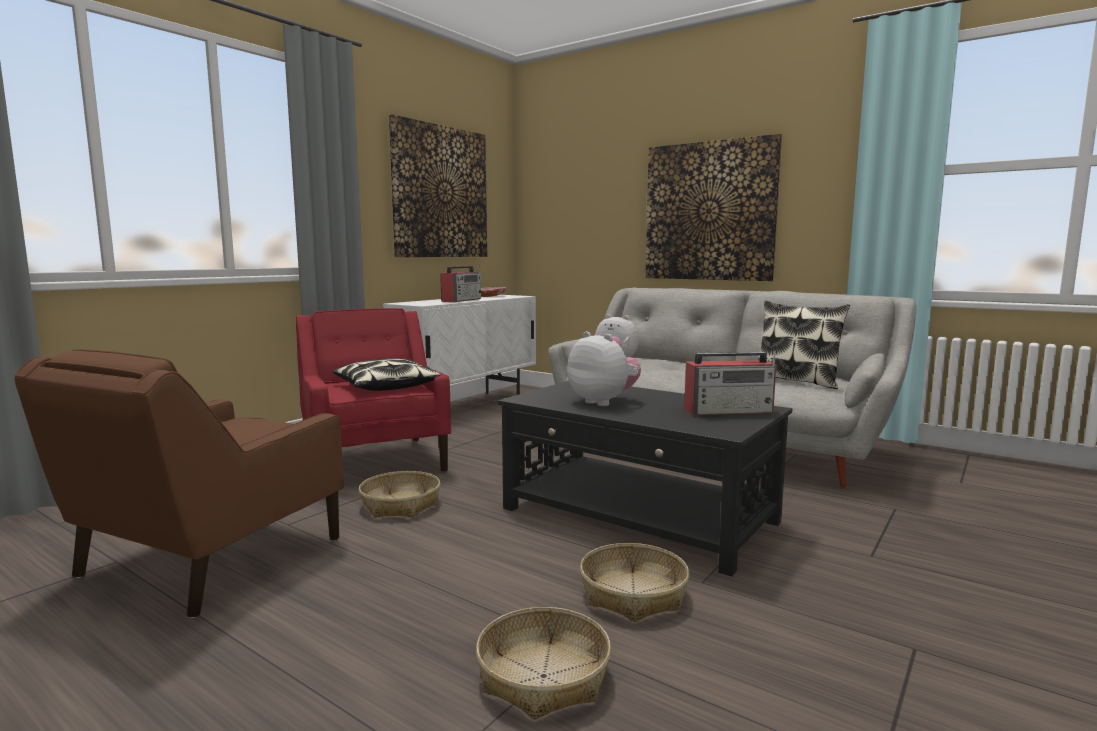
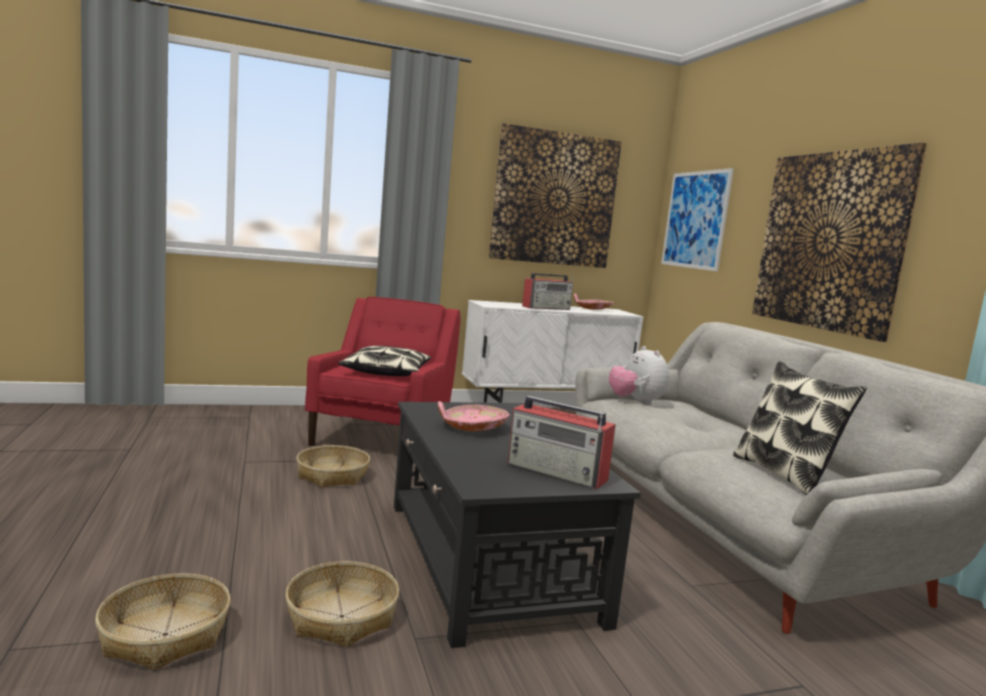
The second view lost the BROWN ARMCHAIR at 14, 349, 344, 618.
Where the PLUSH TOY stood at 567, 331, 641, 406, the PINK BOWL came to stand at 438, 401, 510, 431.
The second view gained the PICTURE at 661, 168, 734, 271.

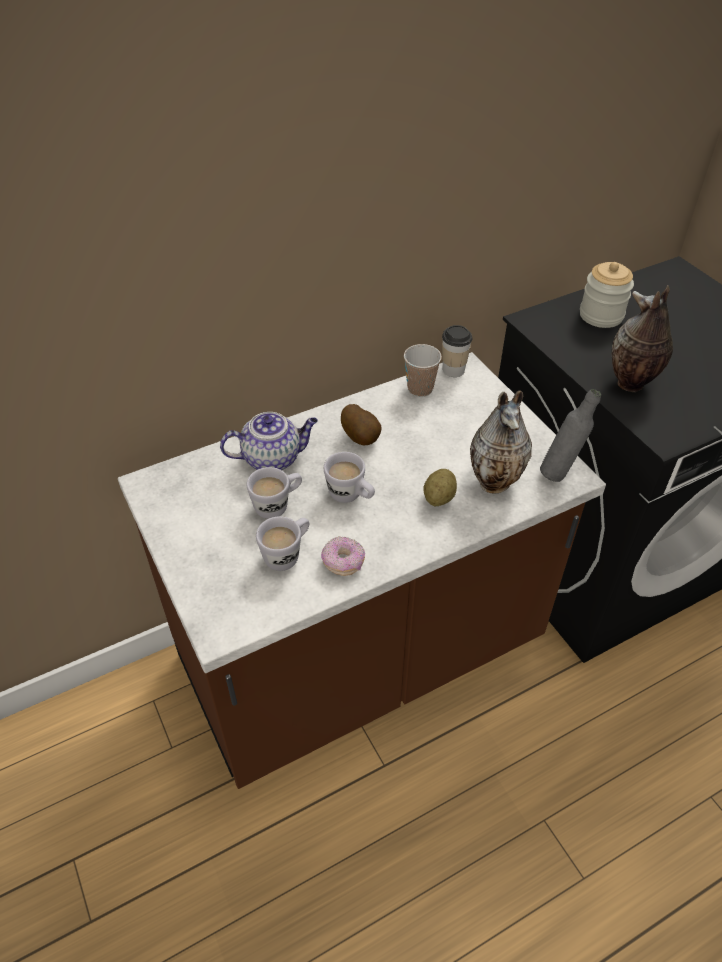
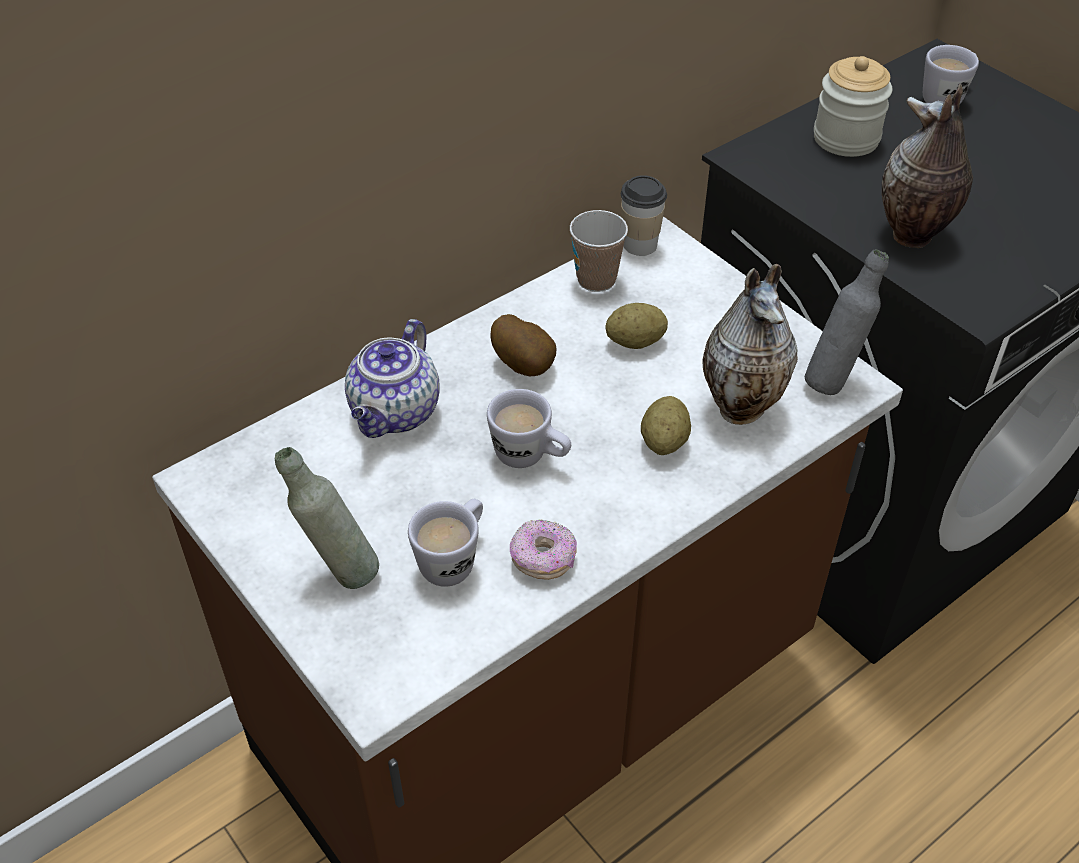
The TEAPOT at 220, 412, 318, 470 ended up facing another way, 135 degrees clockwise from before.
The WHITE MUG ended up elsewhere, having gone from 247, 467, 302, 519 to 923, 45, 979, 104.
The second view gained the GREY BOTTLE at 275, 447, 379, 589.
The second view gained the POTATO at 605, 303, 668, 349.

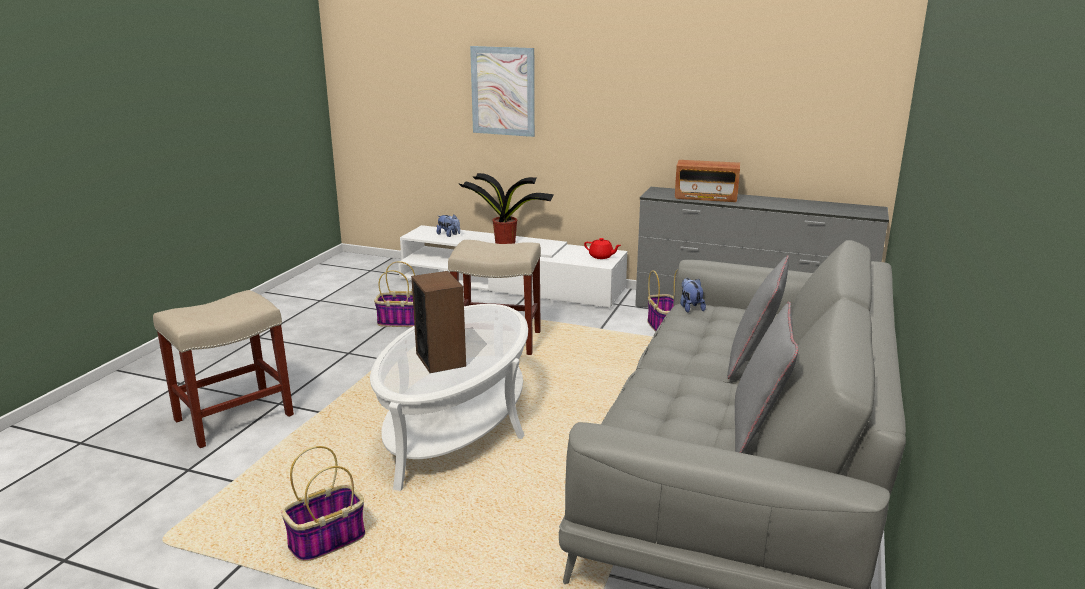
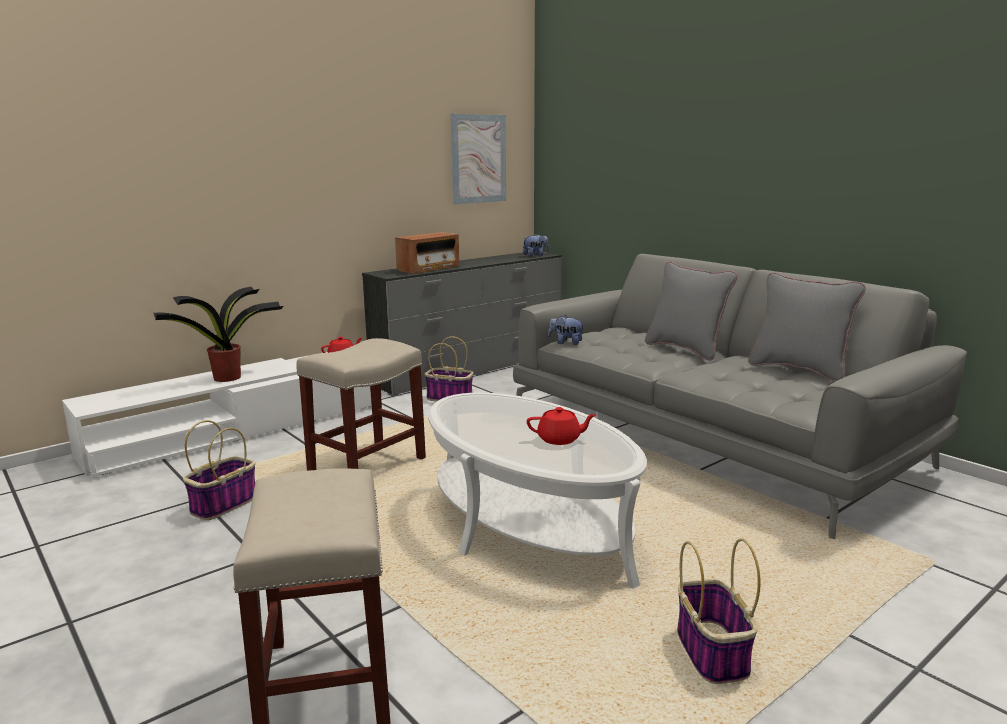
Where the SPEAKER stood at 411, 271, 466, 373, the RED TEAPOT came to stand at 526, 407, 596, 445.
The PLUSH TOY ended up elsewhere, having gone from 437, 214, 460, 237 to 523, 234, 549, 256.
The PICTURE ended up elsewhere, having gone from 470, 46, 535, 137 to 451, 114, 506, 204.

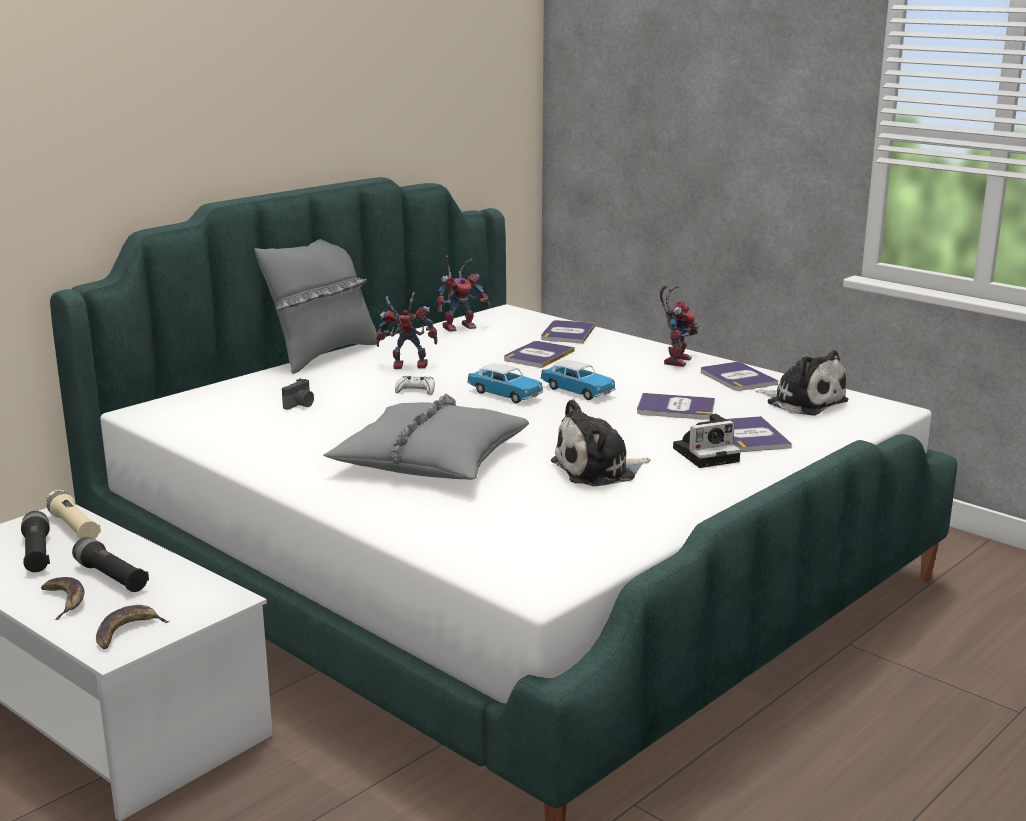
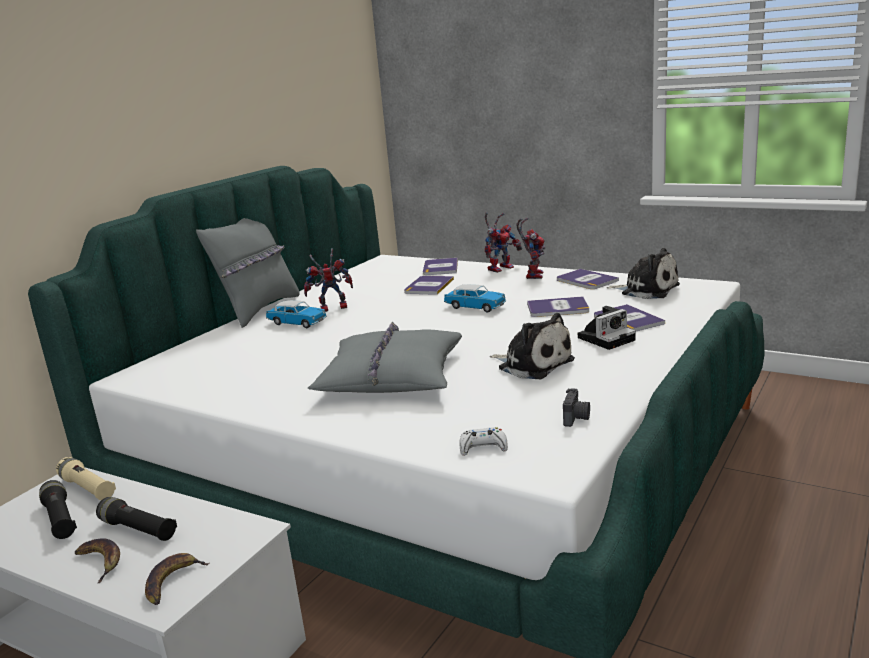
The PHOTO CAMERA ended up elsewhere, having gone from 282, 378, 314, 410 to 563, 388, 590, 427.
The WHITE GAME CONTROLLER ended up elsewhere, having gone from 395, 376, 435, 395 to 459, 427, 508, 456.
The TOY ROBOT ended up elsewhere, having gone from 436, 255, 490, 332 to 485, 212, 522, 273.
The TOY CAR ended up elsewhere, having gone from 467, 364, 544, 403 to 266, 300, 327, 328.
The PLUSH TOY at 551, 399, 651, 486 ended up facing another way, 105 degrees counterclockwise from before.

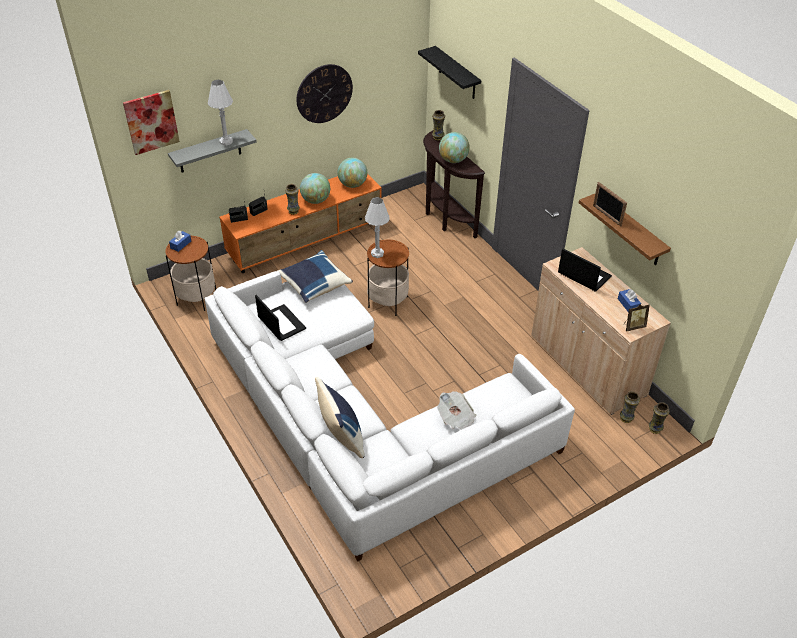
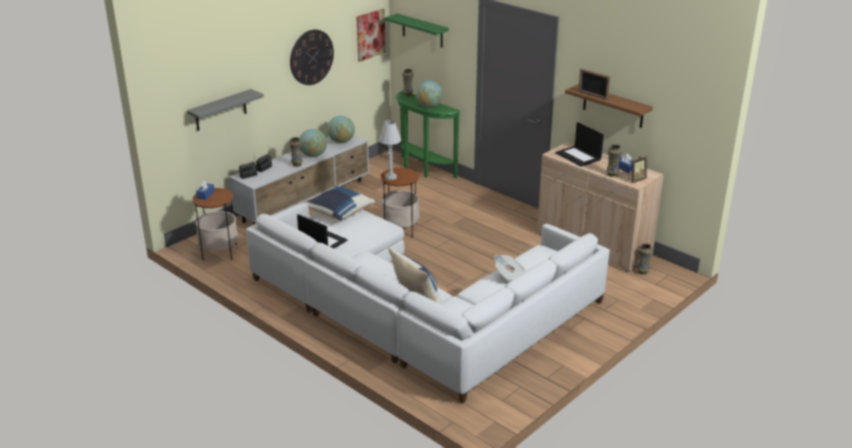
The PICTURE ended up elsewhere, having gone from 123, 90, 180, 155 to 357, 9, 386, 61.
The second view lost the WHITE TABLE LAMP at 208, 80, 233, 146.
What was the ORANGE TV STAND at 219, 173, 382, 273 turned into the WHITE TV STAND at 229, 135, 369, 225.
What was the BLACK SHELF at 418, 46, 481, 99 turned into the GREEN SHELF at 385, 13, 449, 48.
What was the BROWN CONSOLE TABLE at 423, 131, 485, 238 turned into the GREEN CONSOLE TABLE at 396, 90, 460, 178.
The LAPTOP at 558, 249, 612, 292 ended up facing another way, 150 degrees counterclockwise from before.
The VASE ended up elsewhere, having gone from 649, 402, 669, 434 to 606, 144, 622, 177.

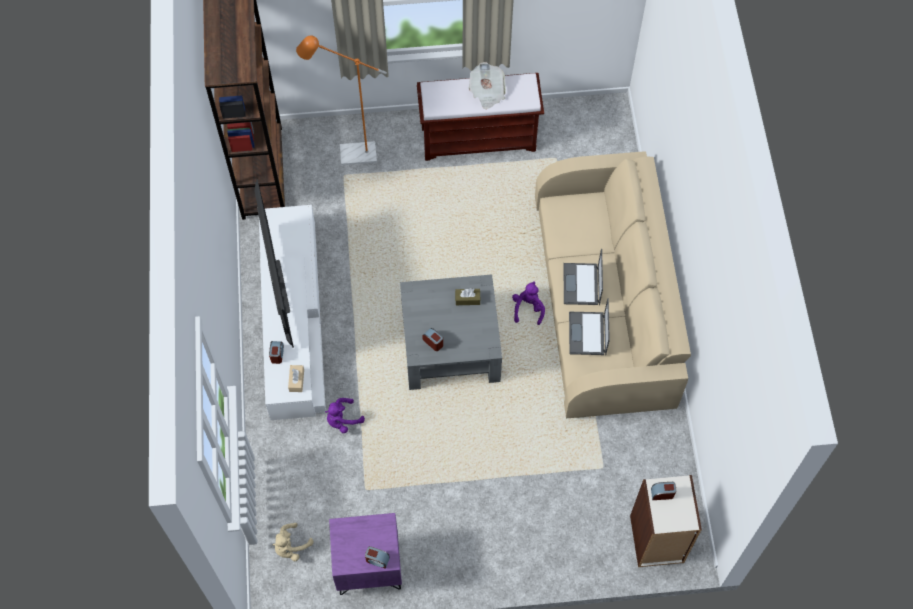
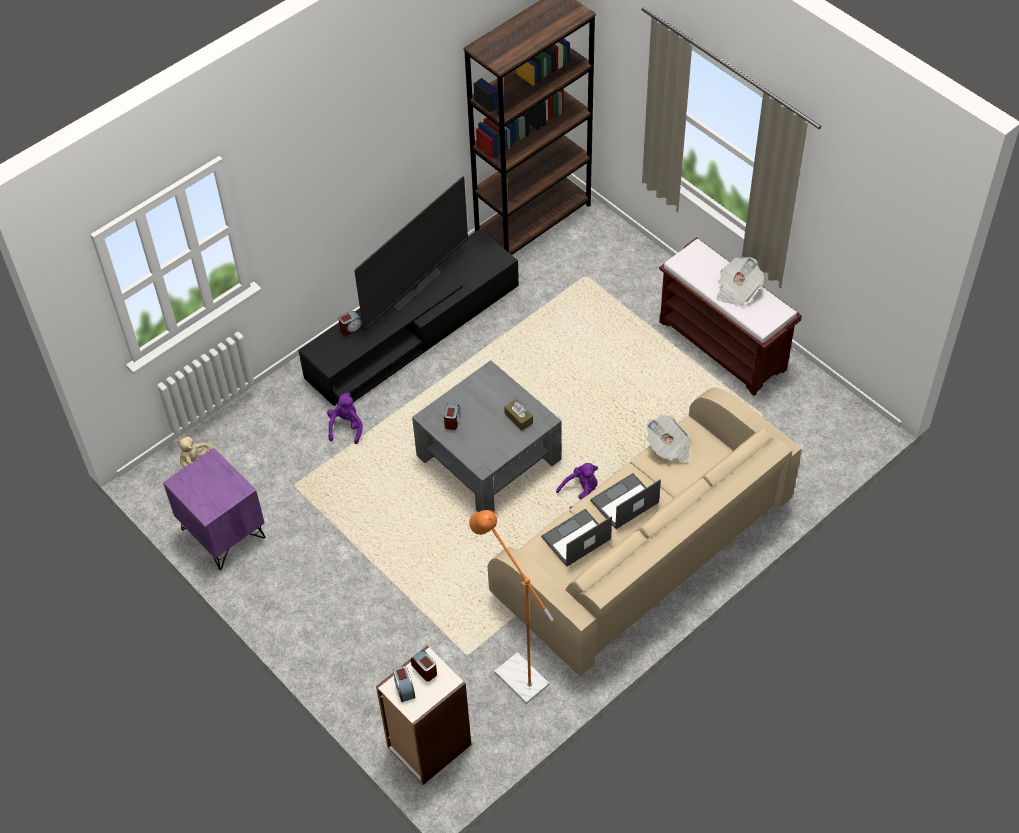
What was the WHITE TV STAND at 259, 205, 326, 420 turned into the BLACK TV STAND at 298, 229, 519, 406.
The second view lost the BEIGE TISSUE BOX at 288, 365, 304, 392.
The ORANGE FLOOR LAMP ended up elsewhere, having gone from 296, 36, 387, 165 to 469, 510, 554, 704.
The PURPLE PLUSH TOY at 325, 398, 365, 433 ended up facing another way, 75 degrees clockwise from before.
The ALARM CLOCK ended up elsewhere, having gone from 365, 546, 390, 569 to 393, 666, 415, 702.
The second view gained the NEWSPAPER at 647, 415, 691, 463.

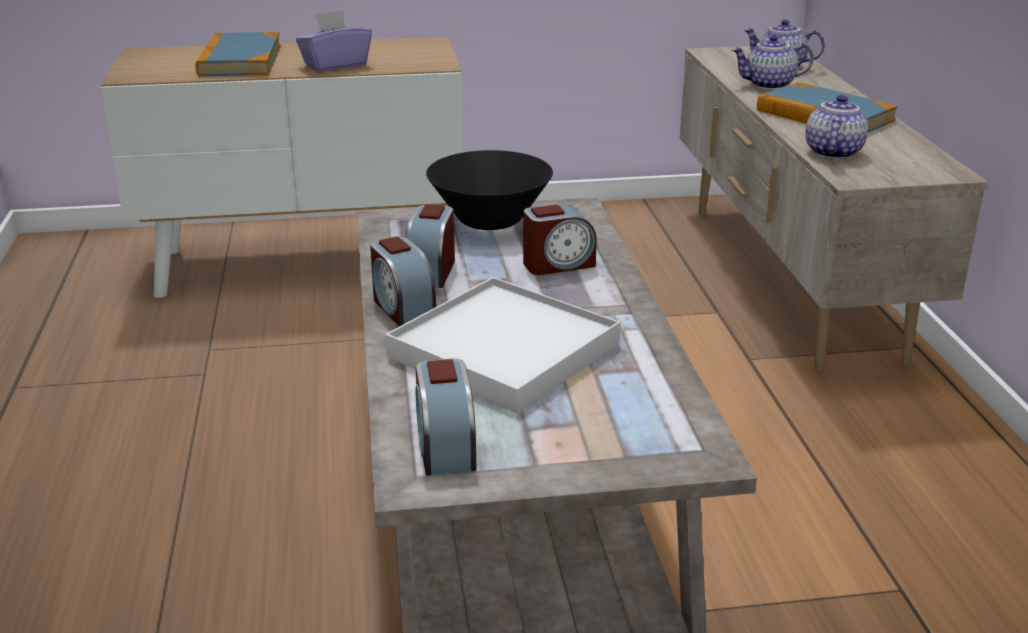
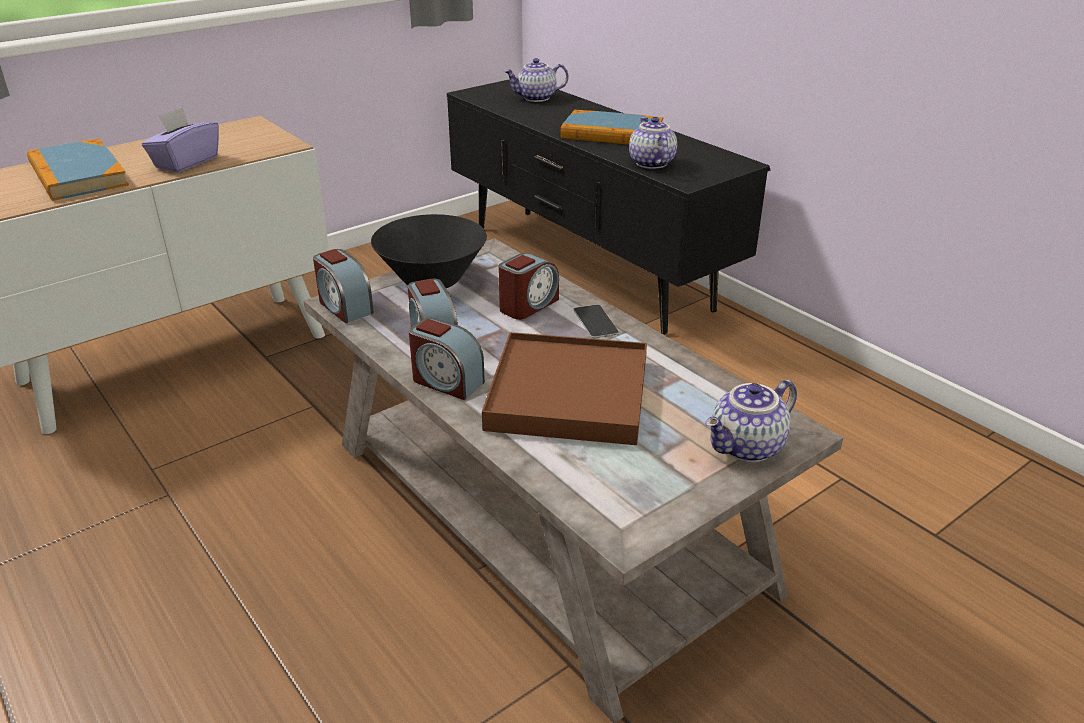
What was the WHITE TRAY at 385, 277, 620, 413 turned into the BROWN TRAY at 482, 332, 647, 445.
The ALARM CLOCK ended up elsewhere, having gone from 416, 358, 476, 476 to 313, 249, 374, 323.
What was the BEIGE TV STAND at 680, 46, 989, 372 turned into the BLACK TV STAND at 447, 79, 771, 334.
The TEAPOT ended up elsewhere, having gone from 732, 35, 813, 90 to 705, 380, 797, 462.
The second view gained the PHONE at 573, 305, 619, 338.

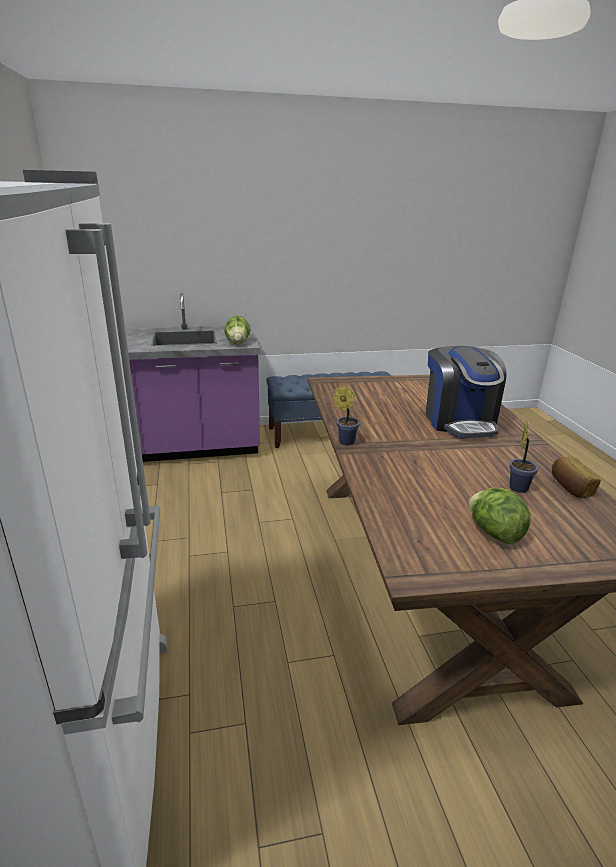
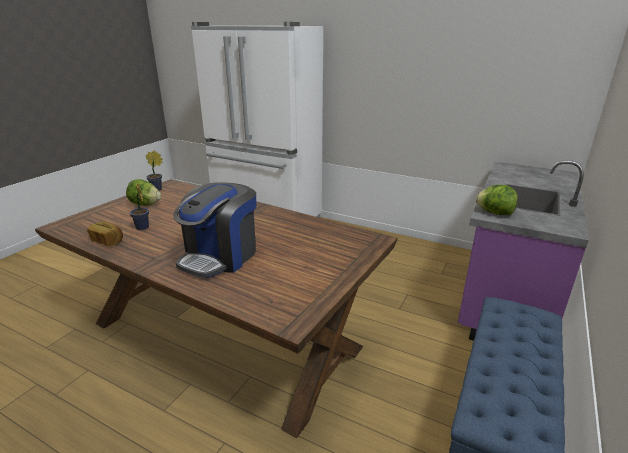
The POTTED PLANT ended up elsewhere, having gone from 333, 385, 360, 445 to 146, 150, 163, 191.
The COFFEE MACHINE at 426, 346, 507, 438 ended up facing another way, 90 degrees counterclockwise from before.

